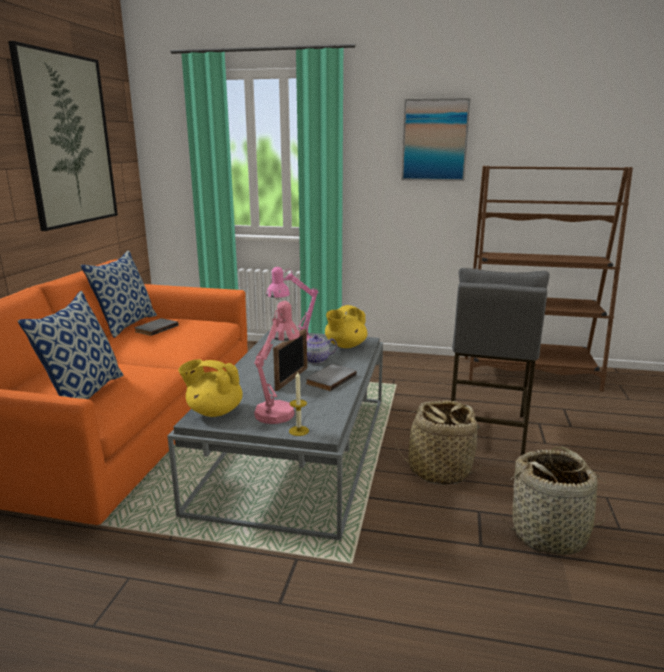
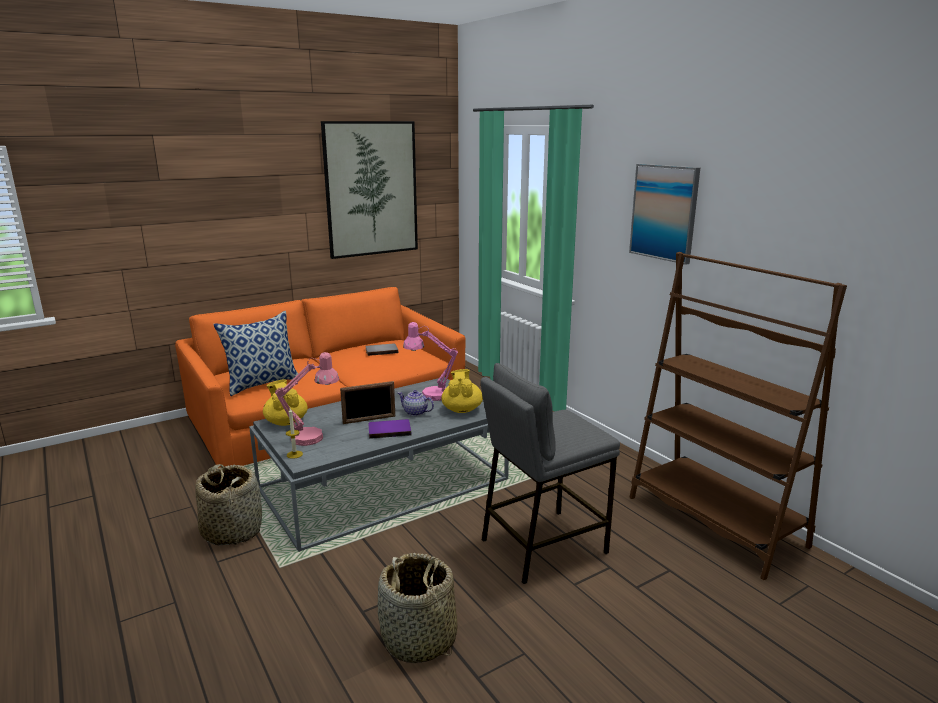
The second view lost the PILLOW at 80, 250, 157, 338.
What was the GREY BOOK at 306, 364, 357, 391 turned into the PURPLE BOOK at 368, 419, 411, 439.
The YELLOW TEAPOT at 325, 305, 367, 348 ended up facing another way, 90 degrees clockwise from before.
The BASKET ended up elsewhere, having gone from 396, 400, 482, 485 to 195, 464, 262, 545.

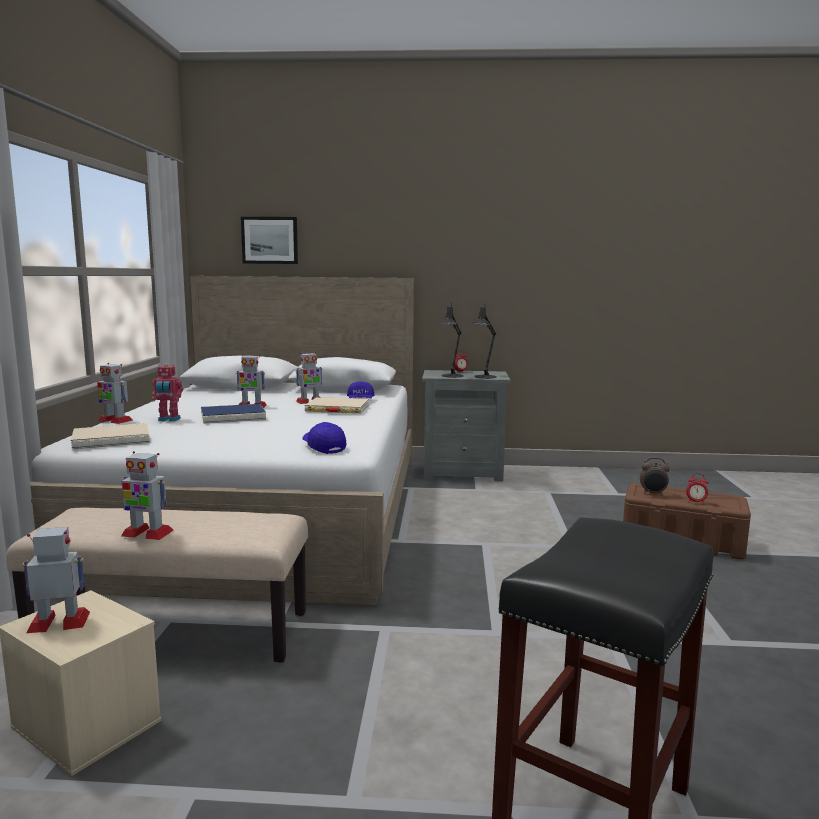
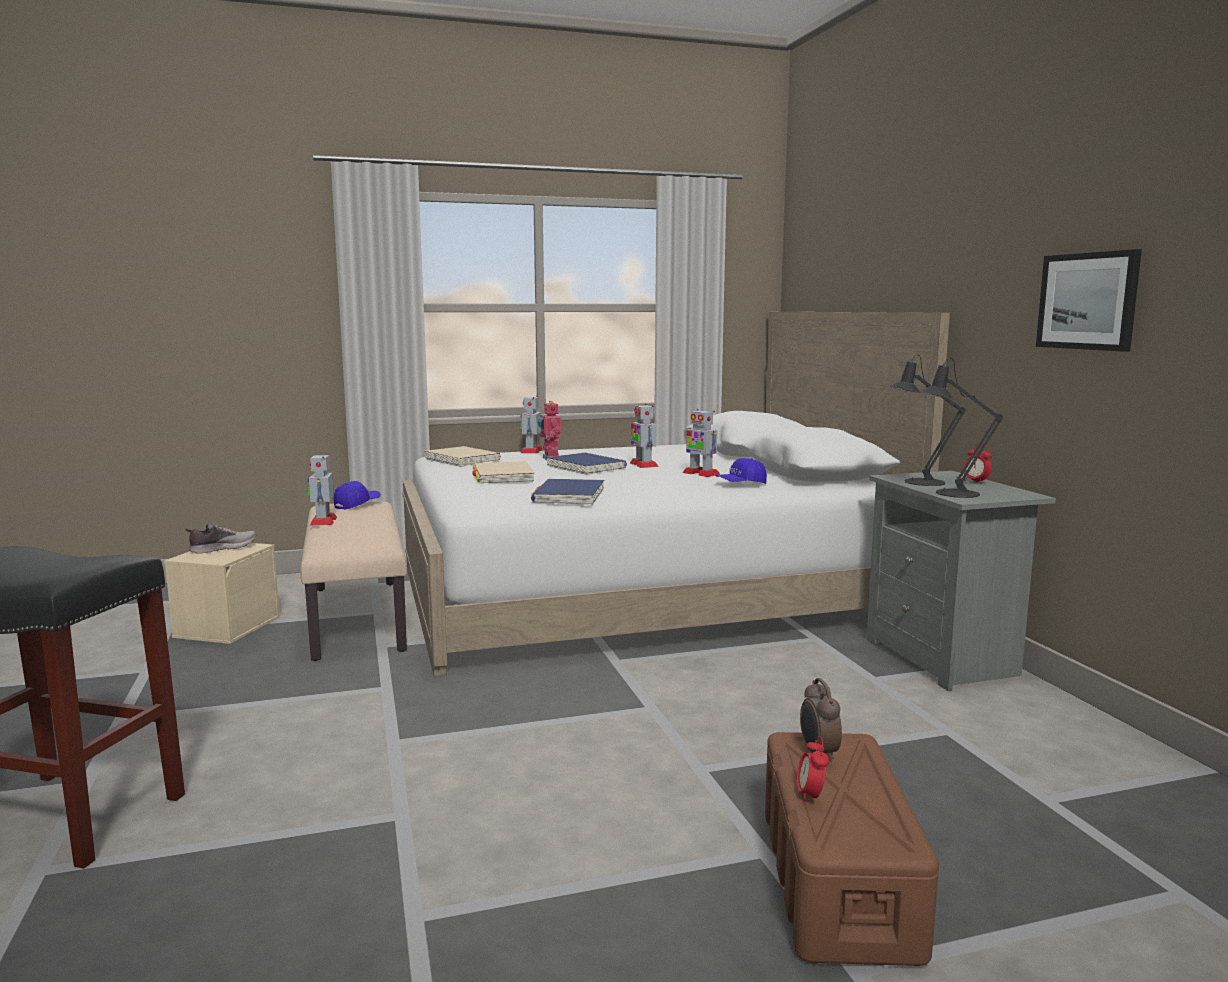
Where the TOY ROBOT stood at 22, 527, 90, 633, the SHOE came to stand at 185, 524, 256, 554.
The PICTURE ended up elsewhere, having gone from 241, 217, 298, 264 to 1036, 249, 1142, 352.
The BLUE CAP ended up elsewhere, having gone from 302, 422, 347, 454 to 333, 481, 381, 510.
The BEIGE BOOK ended up elsewhere, having gone from 305, 397, 369, 414 to 472, 461, 534, 483.
The second view gained the BLUE BOOK at 531, 479, 604, 506.

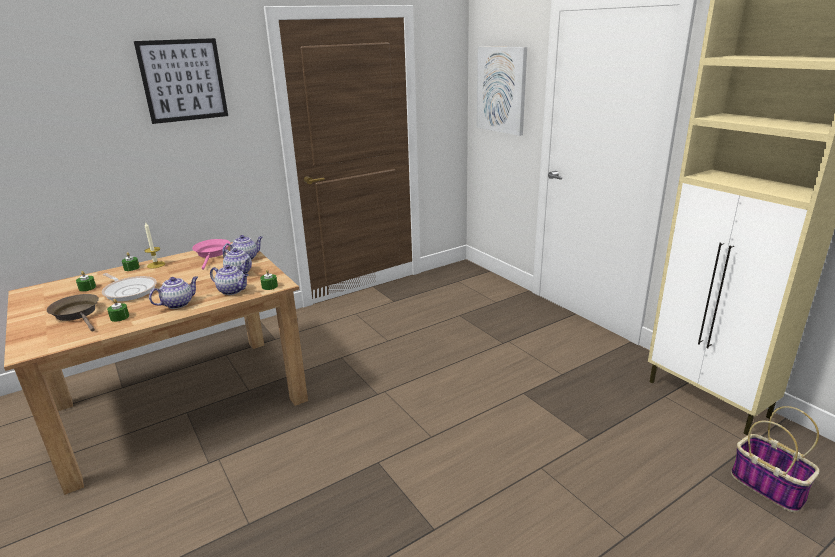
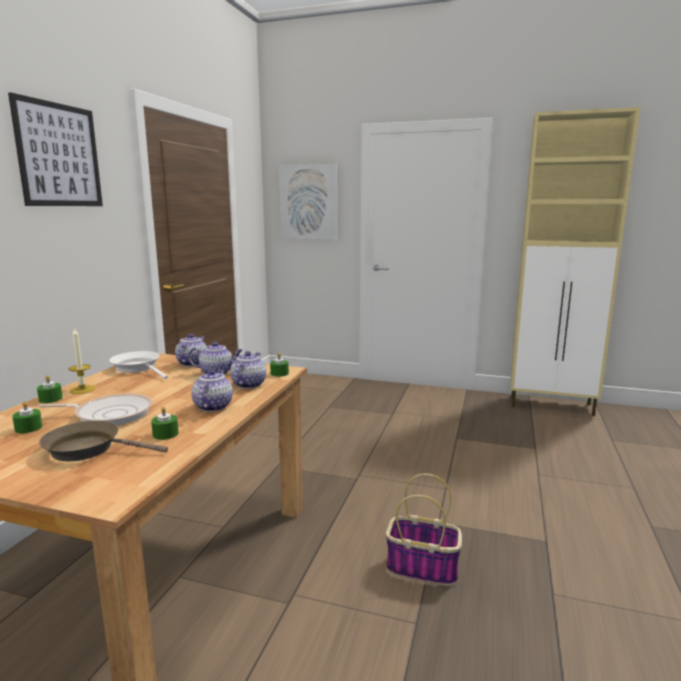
What was the PINK FRYING PAN at 192, 239, 230, 270 turned into the WHITE FRYING PAN at 109, 351, 168, 379.
The TEAPOT at 210, 265, 249, 295 ended up facing another way, 60 degrees counterclockwise from before.
The BASKET ended up elsewhere, having gone from 731, 406, 819, 513 to 386, 473, 462, 586.

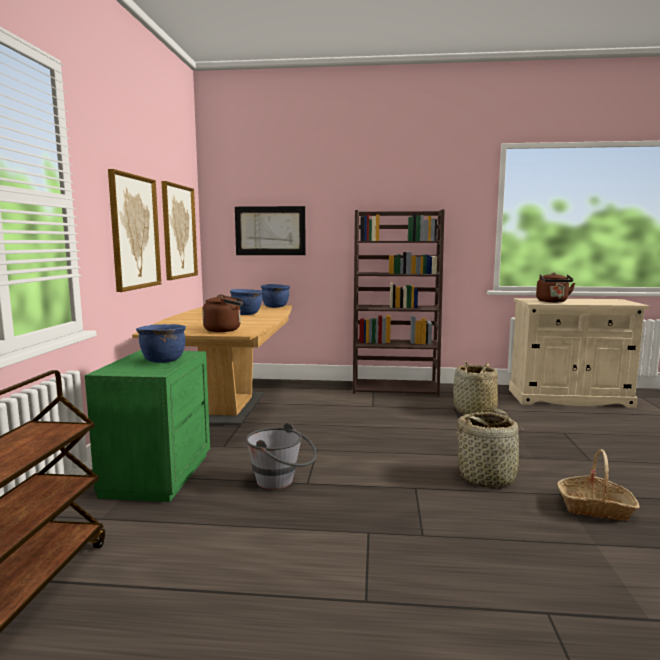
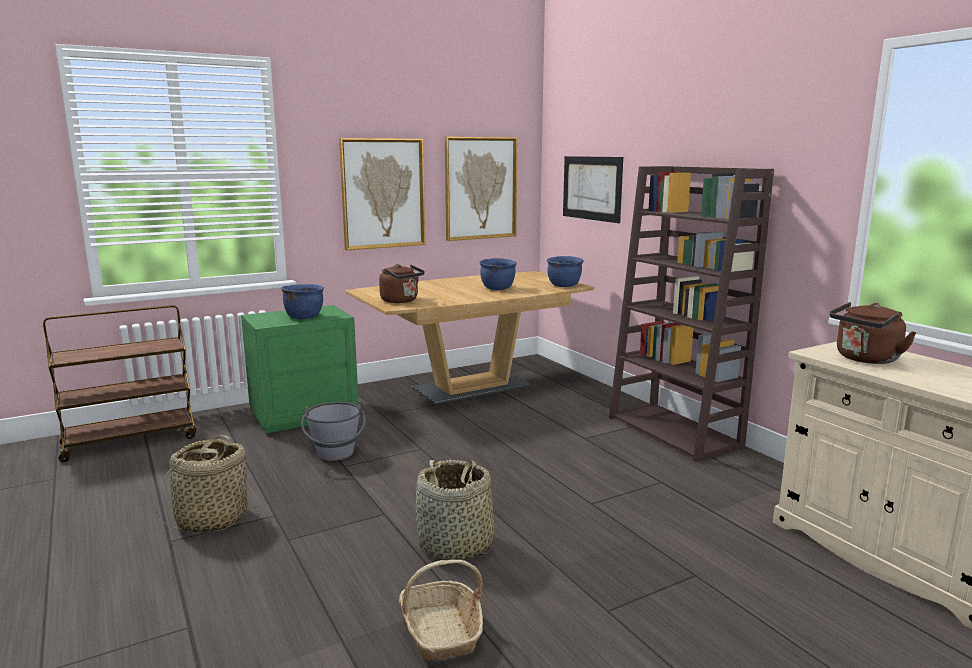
The BASKET ended up elsewhere, having gone from 453, 362, 498, 414 to 155, 436, 250, 533.

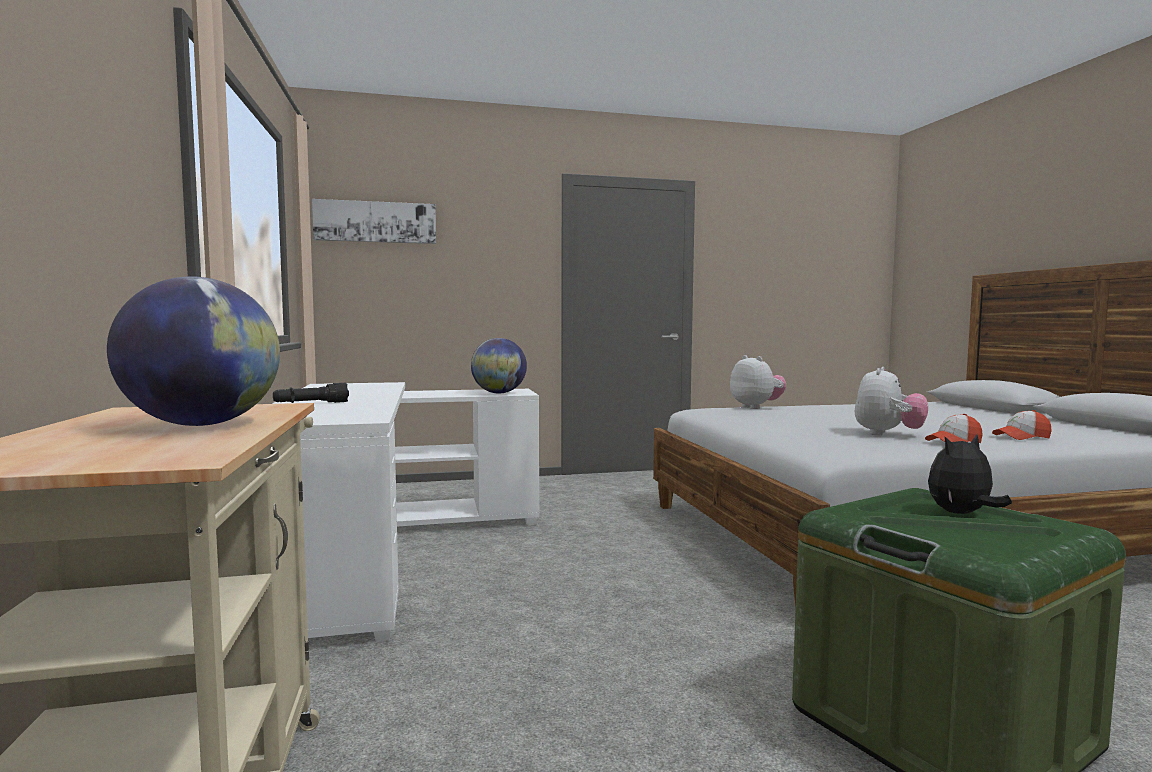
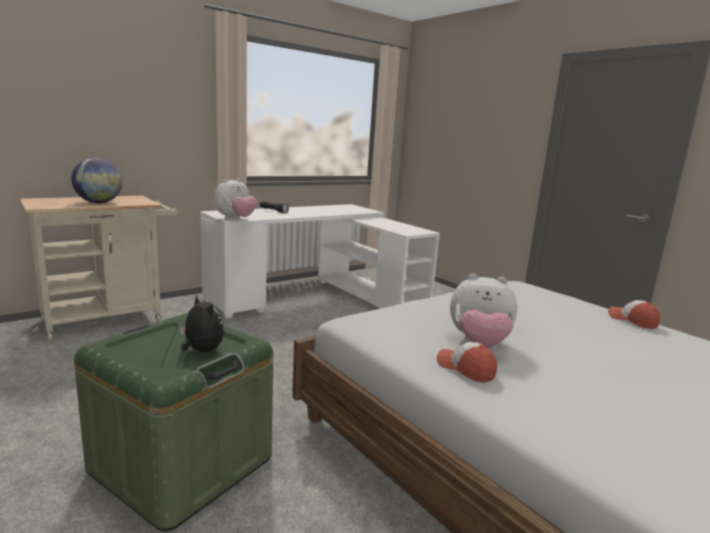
The second view lost the PICTURE at 312, 199, 436, 244.
The second view lost the GLOBE at 471, 338, 527, 393.
The PLUSH TOY ended up elsewhere, having gone from 730, 355, 786, 409 to 214, 178, 257, 219.
The CAP ended up elsewhere, having gone from 992, 410, 1052, 440 to 608, 300, 660, 329.

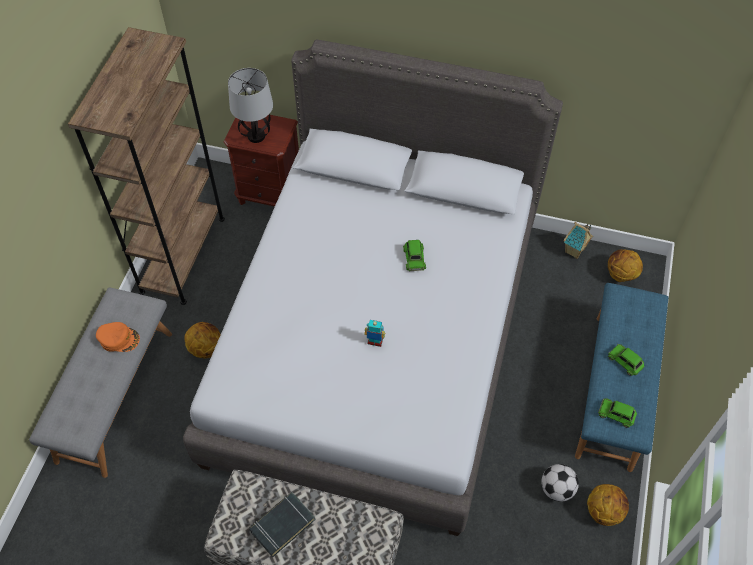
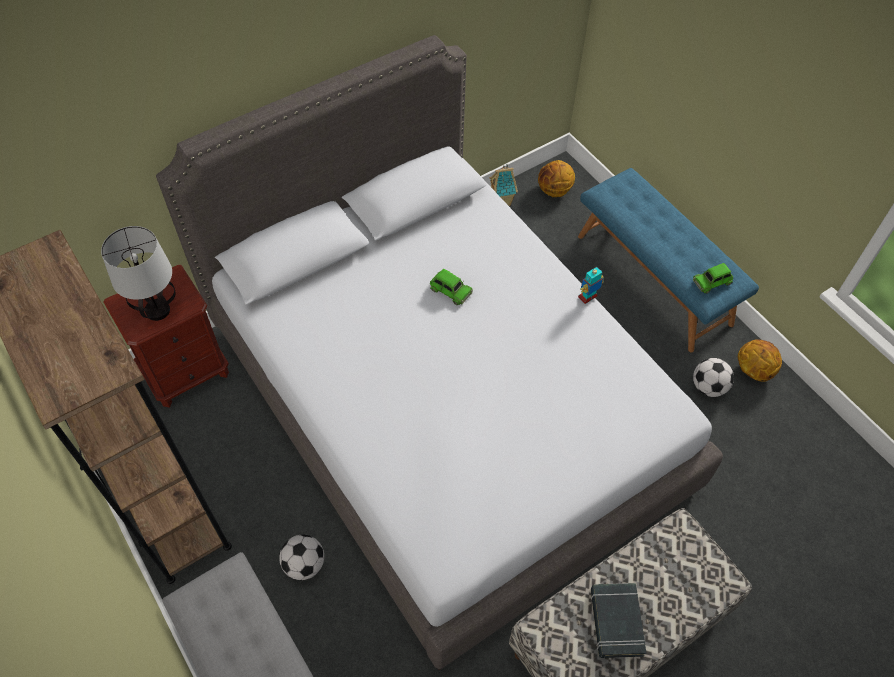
The second view lost the ORANGE CAP at 96, 322, 140, 352.
Where the BASKETBALL stood at 184, 322, 221, 359, the FOOTBALL came to stand at 279, 534, 324, 580.
The TOY ROBOT ended up elsewhere, having gone from 364, 320, 385, 347 to 578, 267, 604, 304.
The second view lost the GREEN TOY CAR at 608, 344, 644, 376.

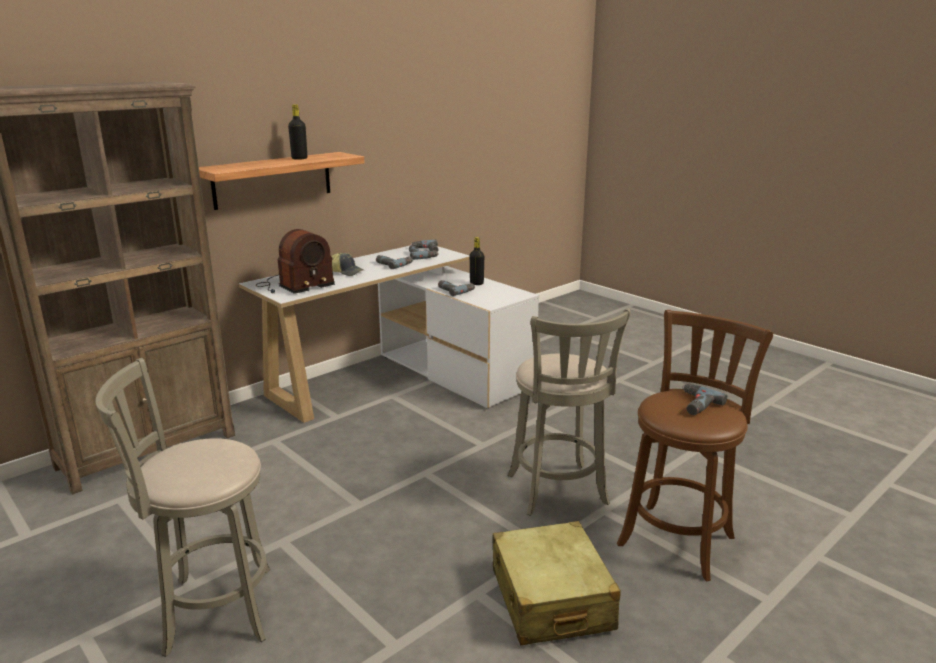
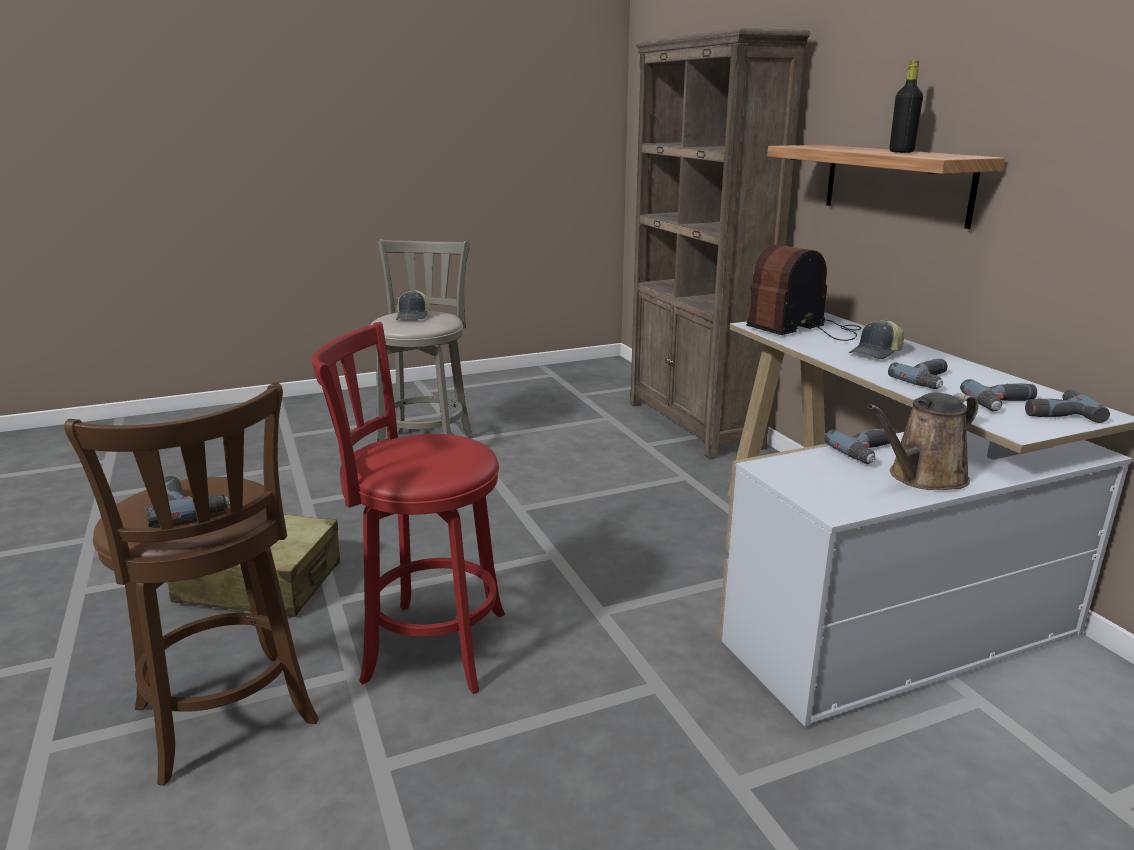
The RADIO at 256, 229, 335, 294 ended up facing another way, 75 degrees clockwise from before.
Where the BLACK BOTTLE stood at 470, 237, 484, 285, the BROWN WATERING CAN came to stand at 868, 393, 978, 490.
What was the GREY STOOL at 507, 308, 631, 516 turned into the RED STOOL at 311, 322, 505, 694.
The second view gained the CAP at 396, 290, 430, 320.

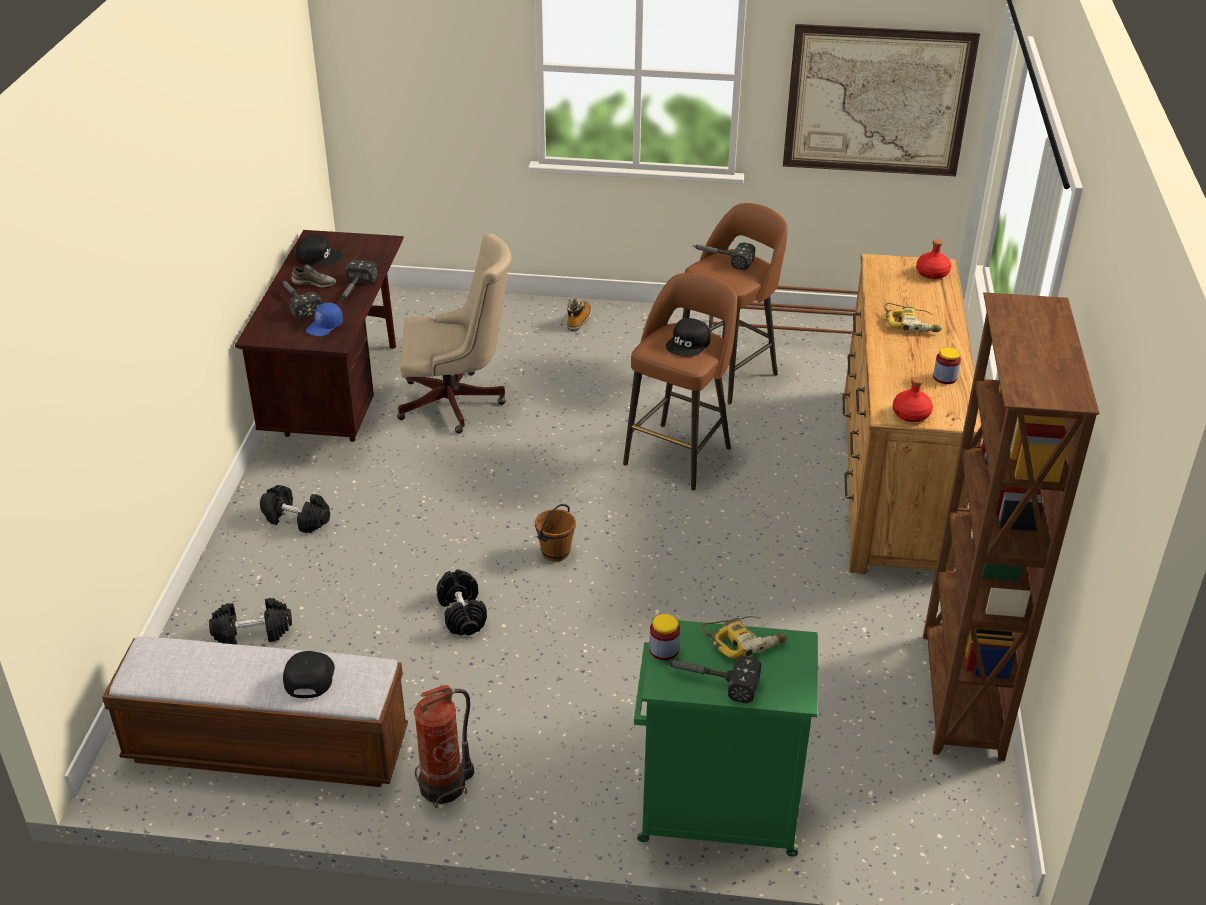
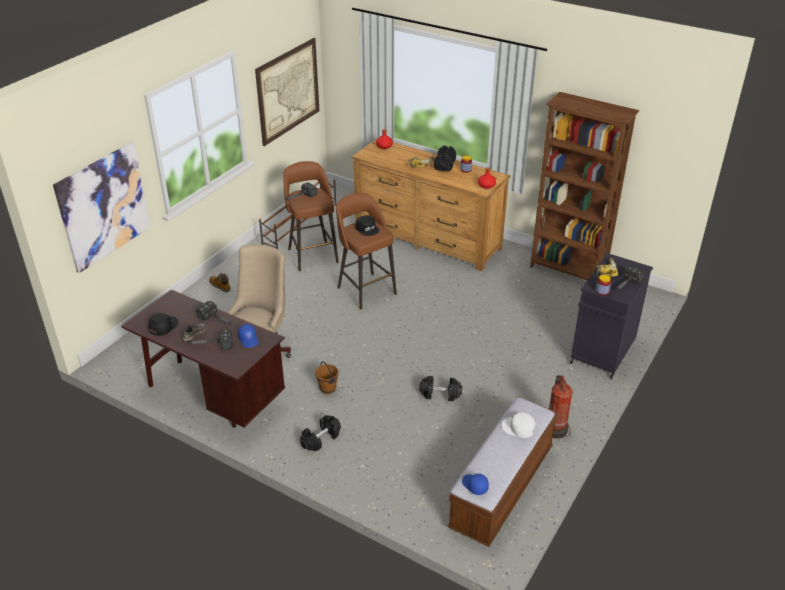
The BLACK DUMBBELL ended up elsewhere, having gone from 209, 598, 292, 645 to 434, 145, 456, 172.
What was the BLACK CAP at 283, 651, 335, 698 turned into the WHITE CAP at 502, 413, 536, 438.
The BROWN BUCKET ended up elsewhere, having gone from 535, 504, 576, 562 to 315, 362, 339, 394.
What was the GREEN CABINET at 634, 618, 818, 856 turned into the BLACK CABINET at 570, 253, 653, 379.
The second view gained the PICTURE at 53, 142, 151, 273.
The second view gained the BLUE CAP at 462, 474, 489, 495.

